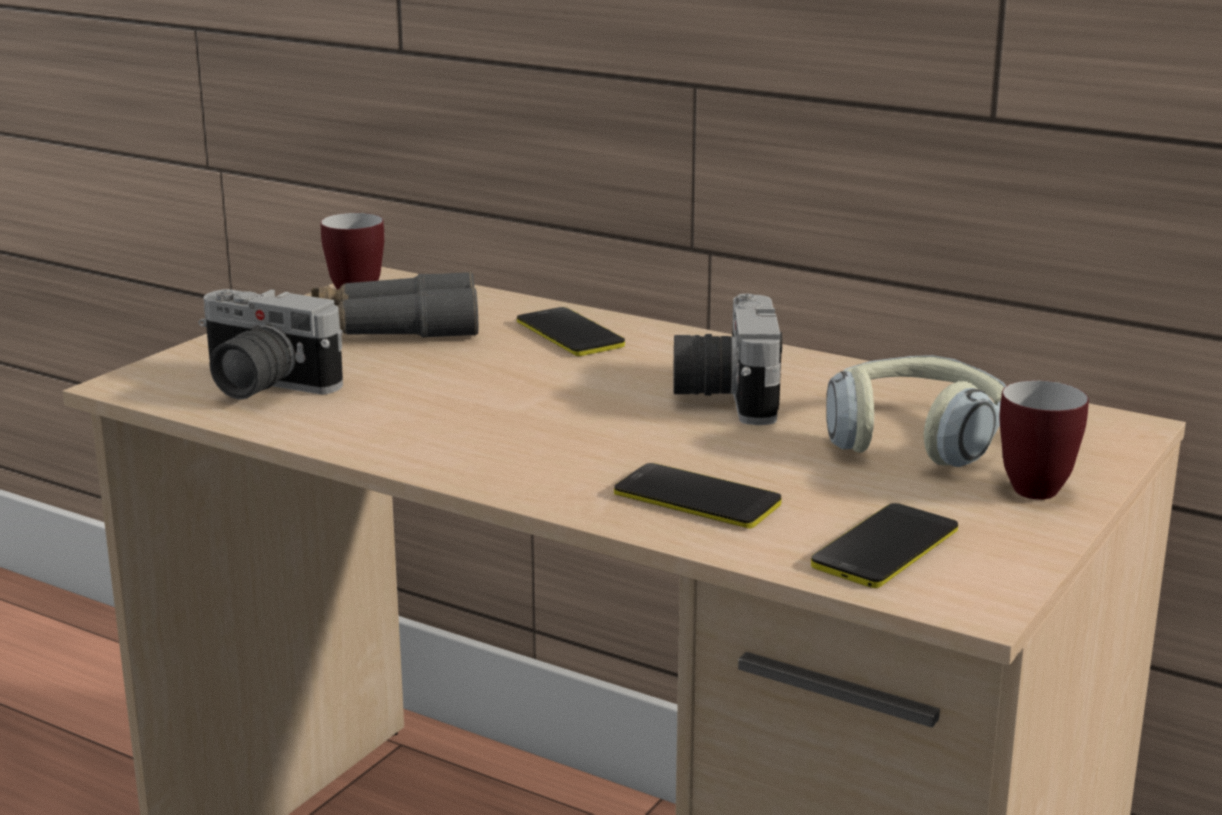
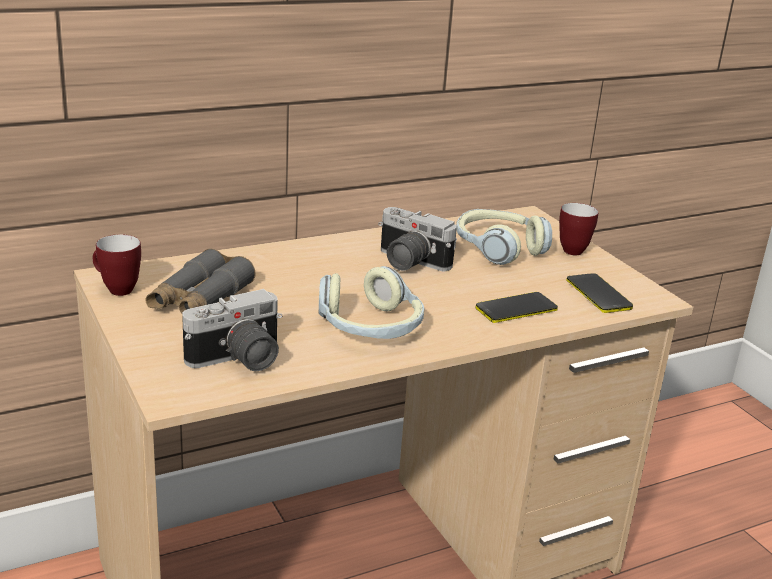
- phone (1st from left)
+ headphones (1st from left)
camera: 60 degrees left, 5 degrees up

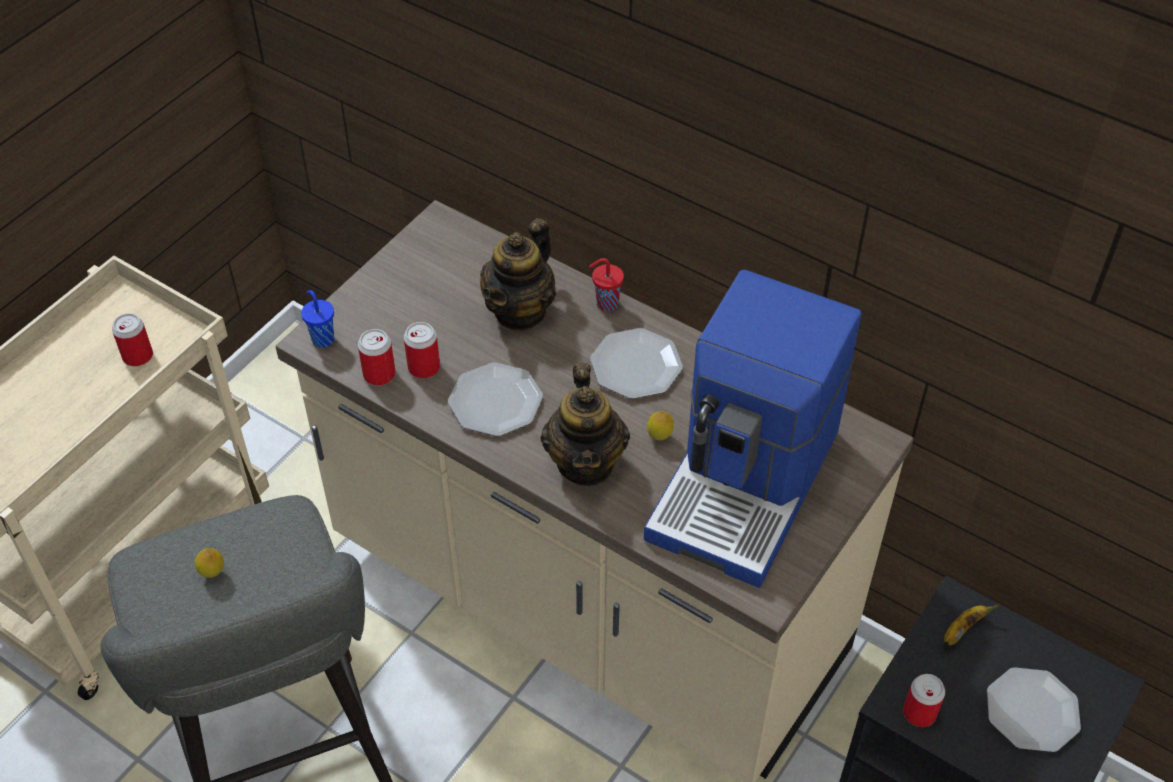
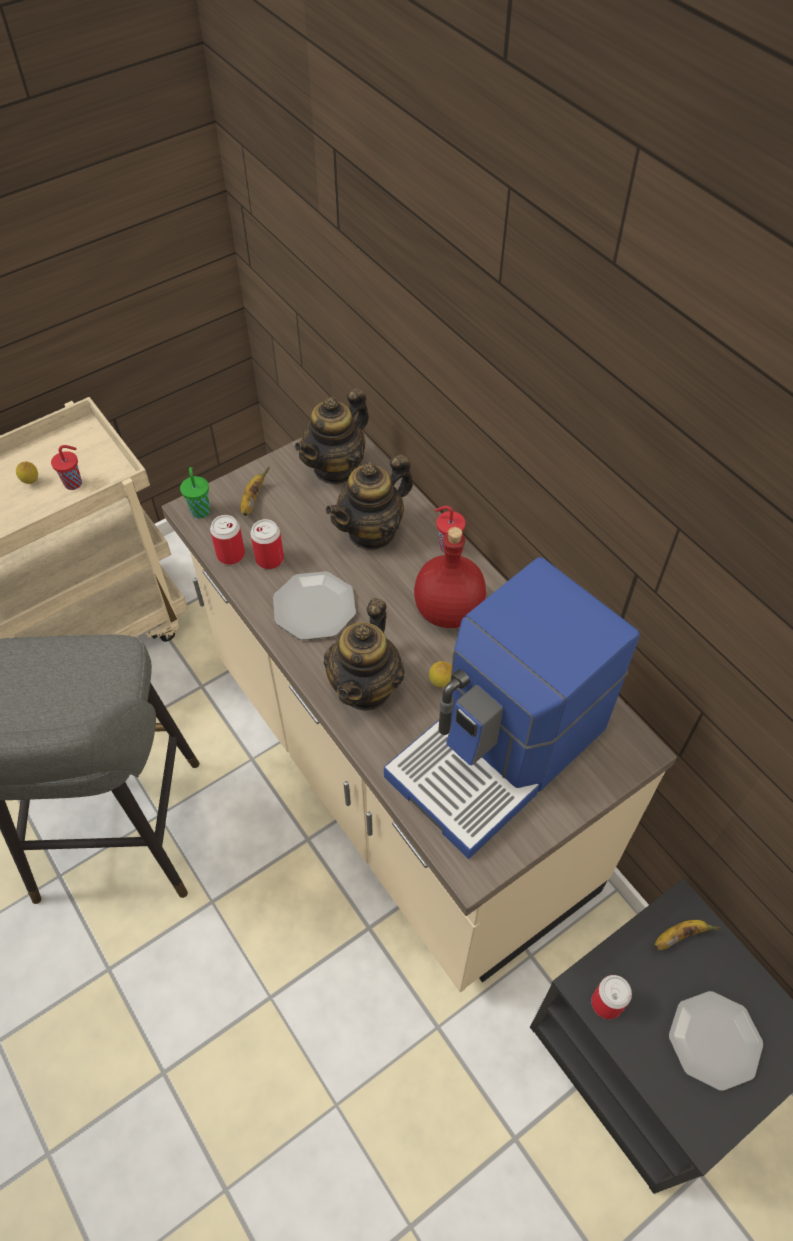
+ banana (1st from left)
+ teapot (1st from left)
~ lemon (1st from left)
~ can (1st from left) to red cup (1st from left)
~ plate (2nd from left) to red bottle
~ blue cup to green cup
camera: 20 degrees right, 5 degrees up

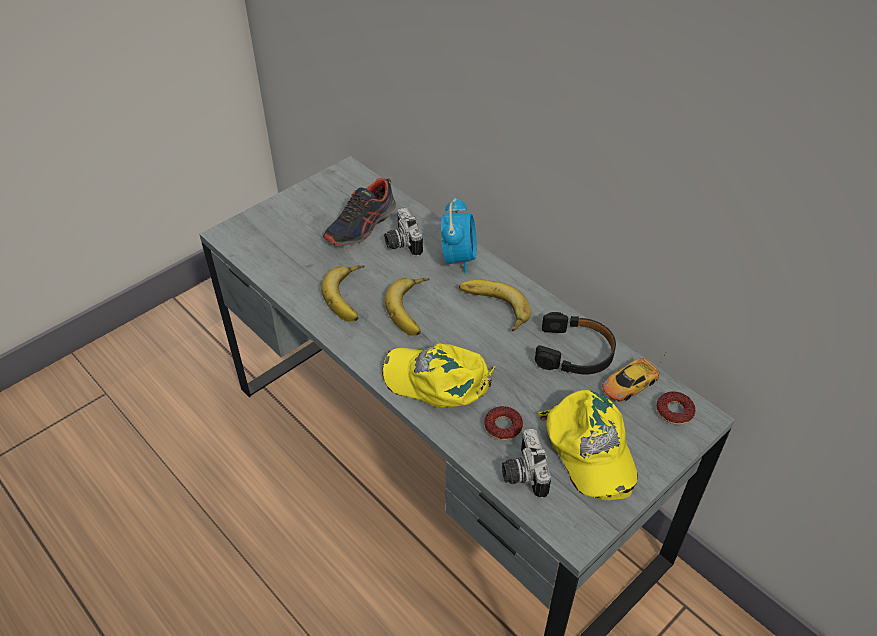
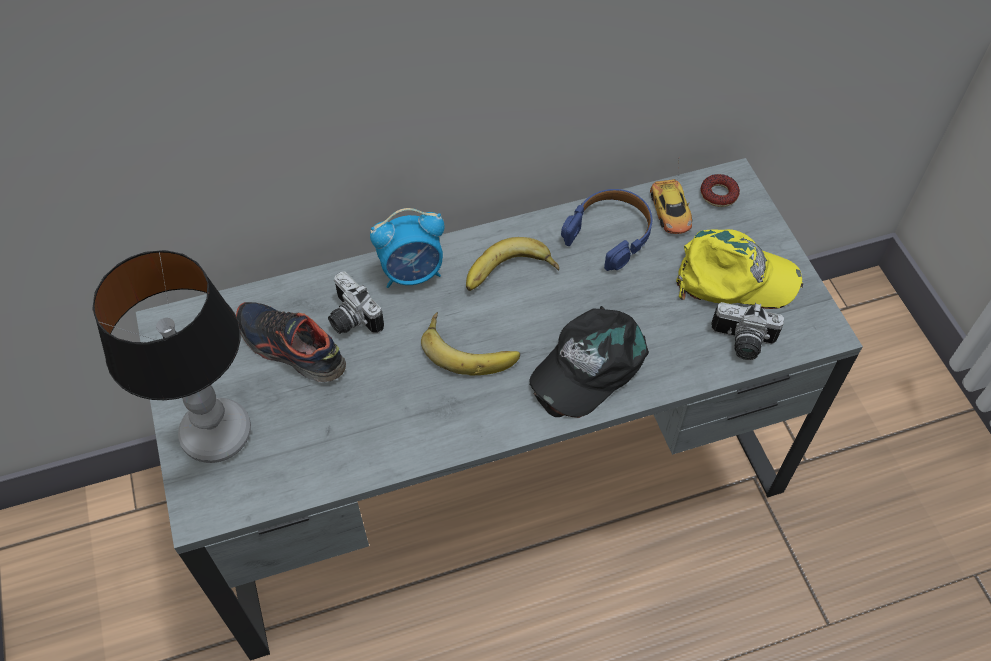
- banana (1st from left)
- donut (1st from left)
+ table lamp
~ yellow cap (1st from left) to black cap
~ black headphones to blue headphones
~ shoe 150 degrees clockwise
~ photo camera (1st from left) 45 degrees clockwise
~ alarm clock 135 degrees clockwise
camera: 65 degrees left, 10 degrees up

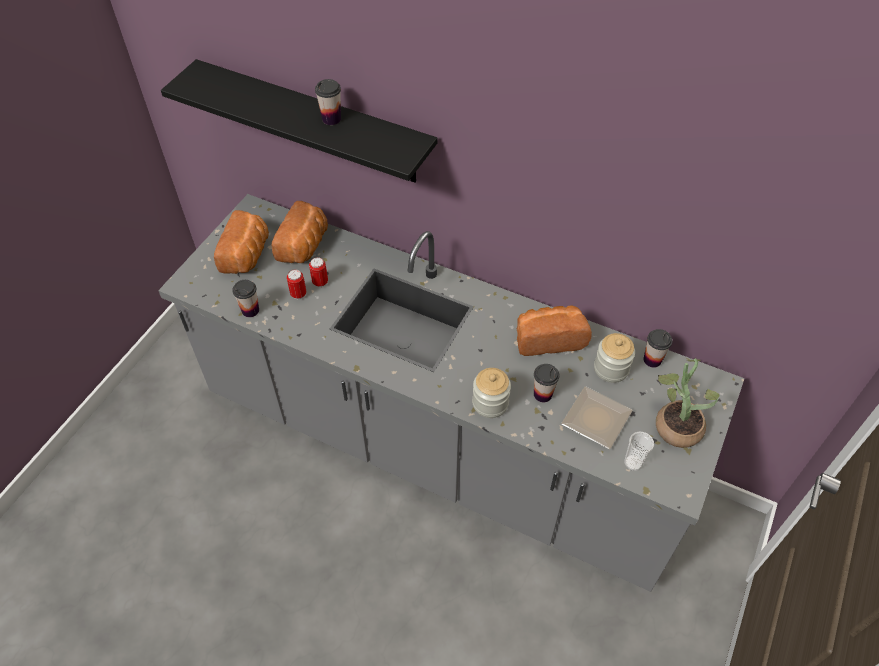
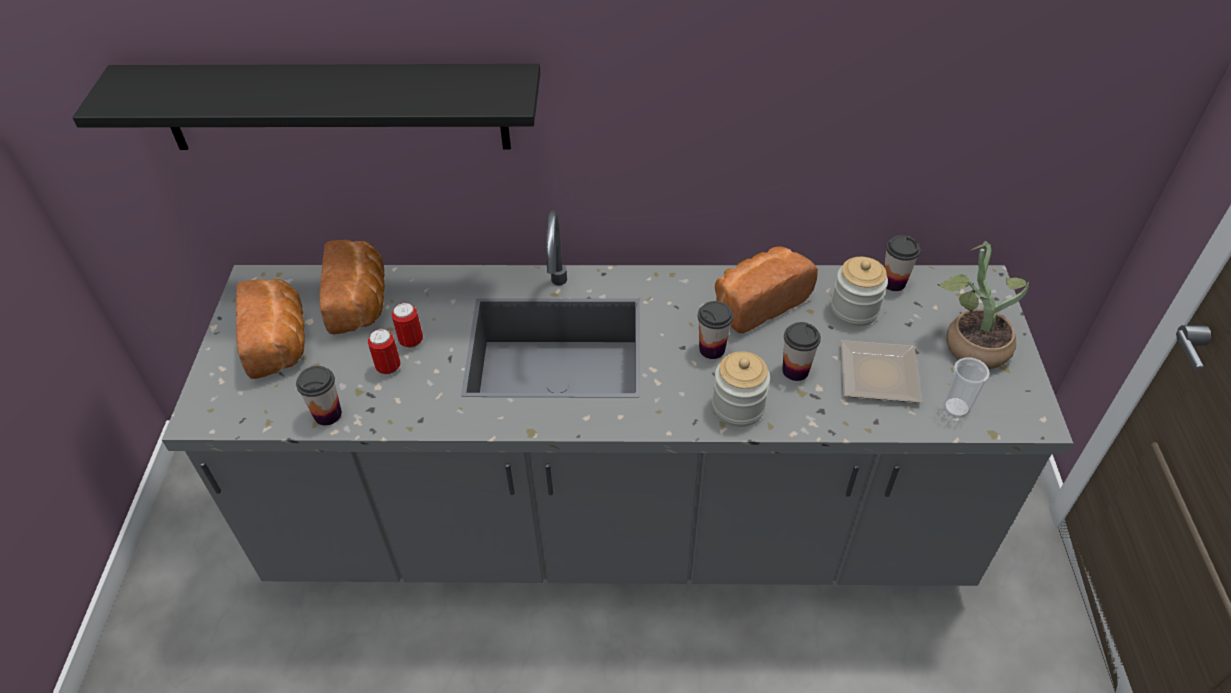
~ cup (2nd from left)
camera: 25 degrees left, 5 degrees down

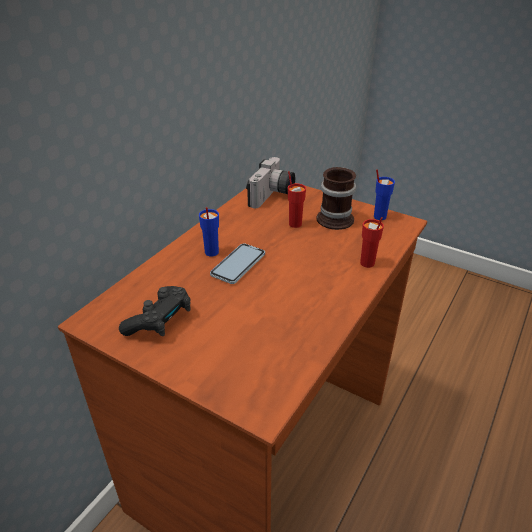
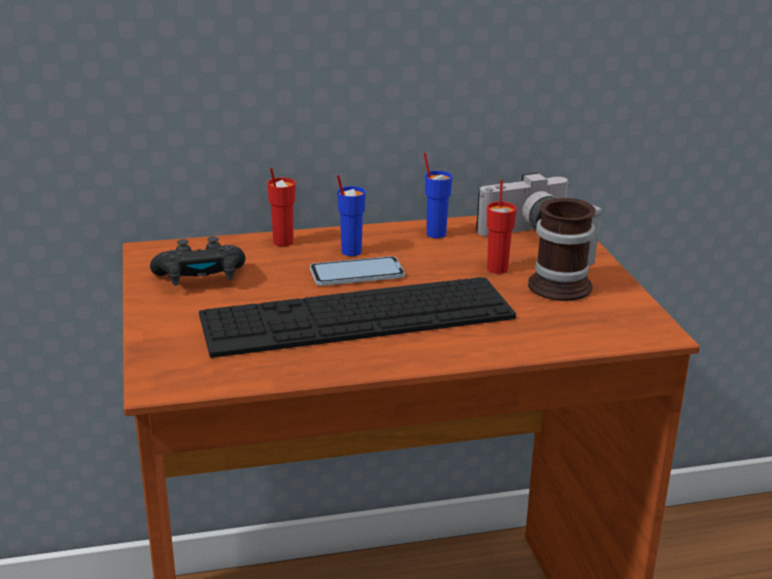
+ keyboard
~ red cup (2nd from left in the first image) to red cup (1st from left)
~ blue cup (2nd from left)
camera: 45 degrees right, 10 degrees down

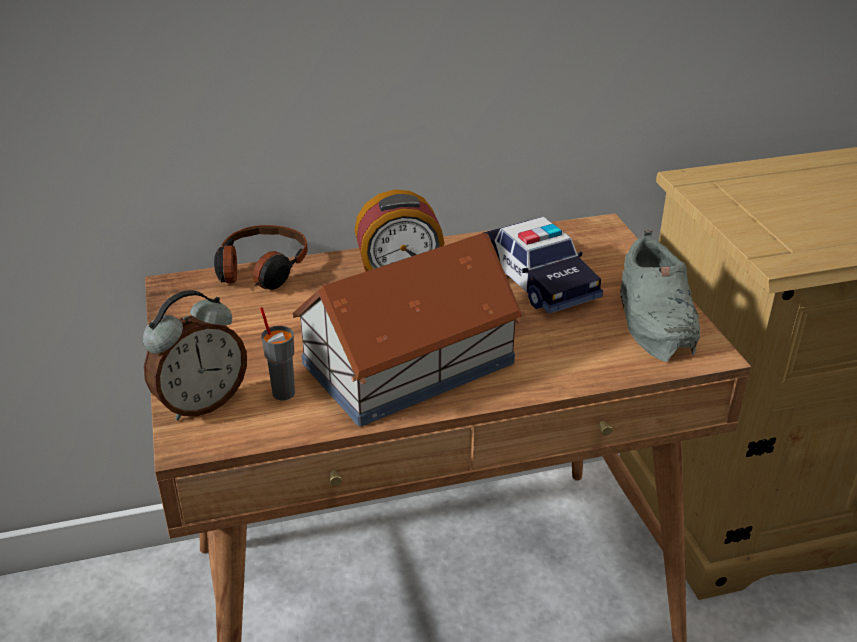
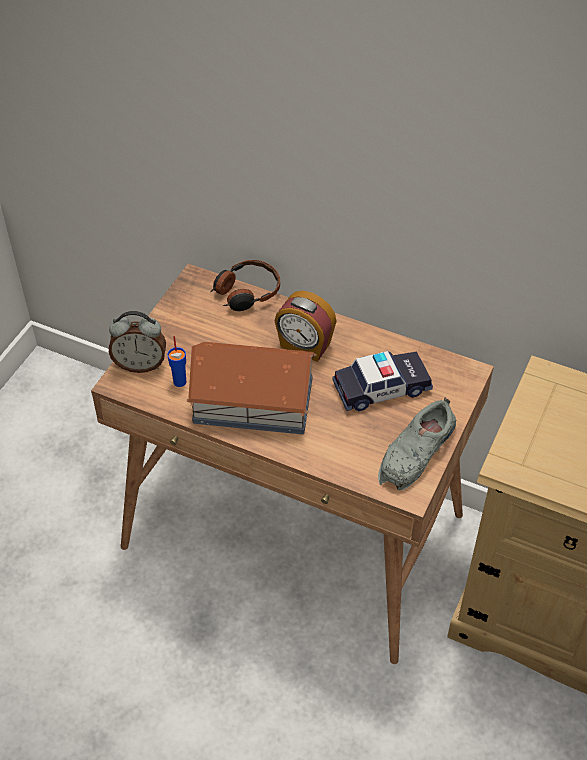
~ grey cup to blue cup
~ toy car 120 degrees counterclockwise
camera: 40 degrees right, 15 degrees up

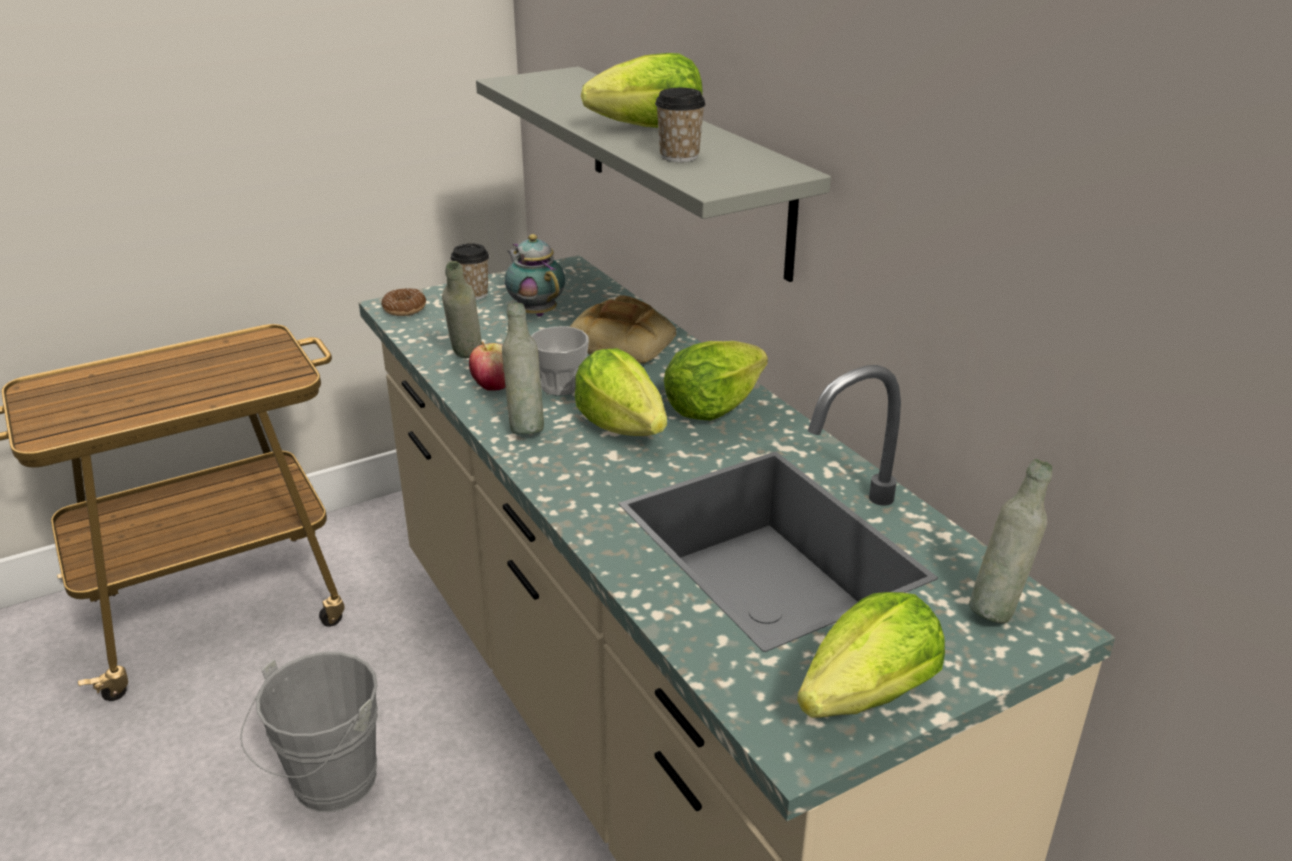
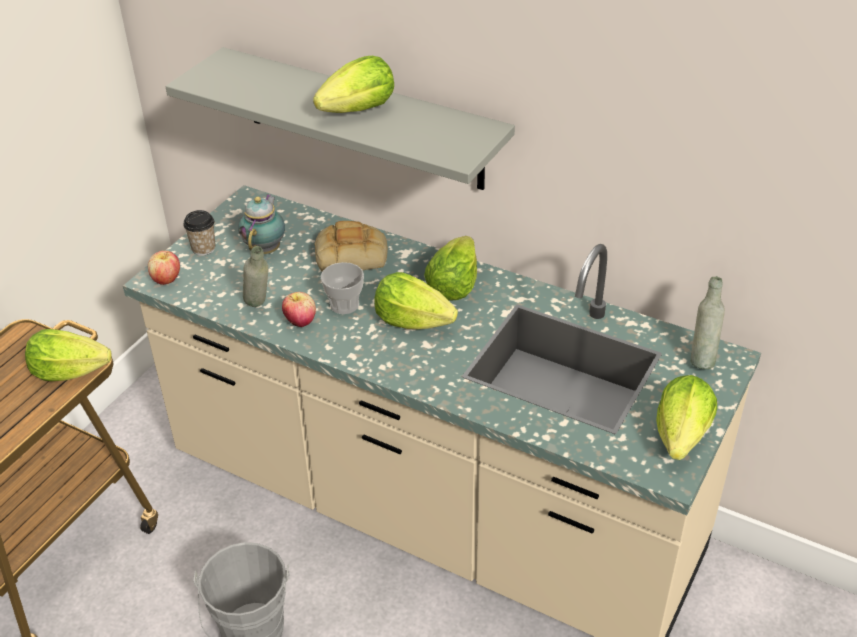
- grey bottle (2nd from left)
- cup (3rd from left)
+ lettuce (1st from left)
~ donut to apple (1st from left)
~ teapot 75 degrees clockwise
camera: 30 degrees left, 10 degrees up

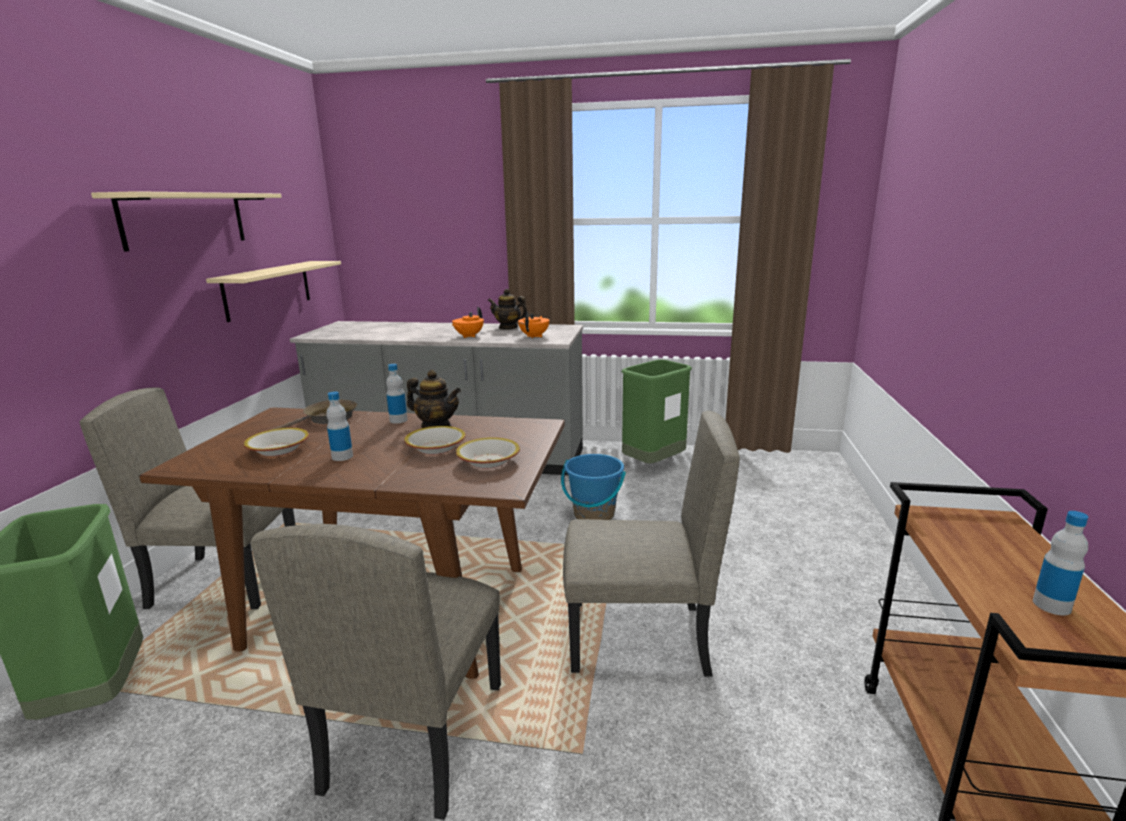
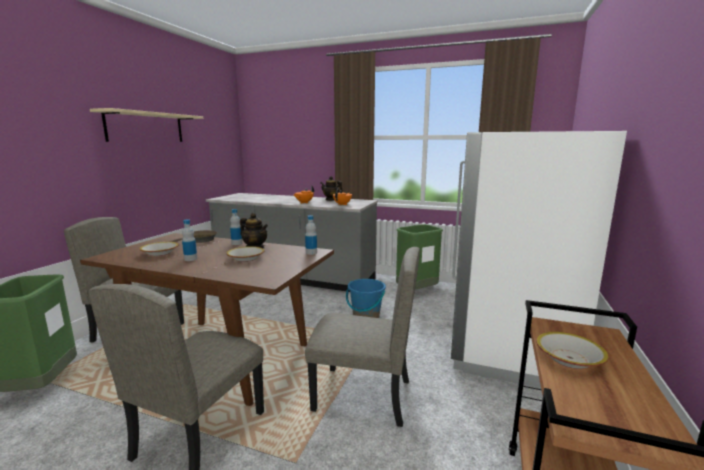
- beige shelf (2nd from left)
+ white fridge
~ bowl (3rd from left)
~ bottle (3rd from left)
camera: 10 degrees right, 5 degrees down

